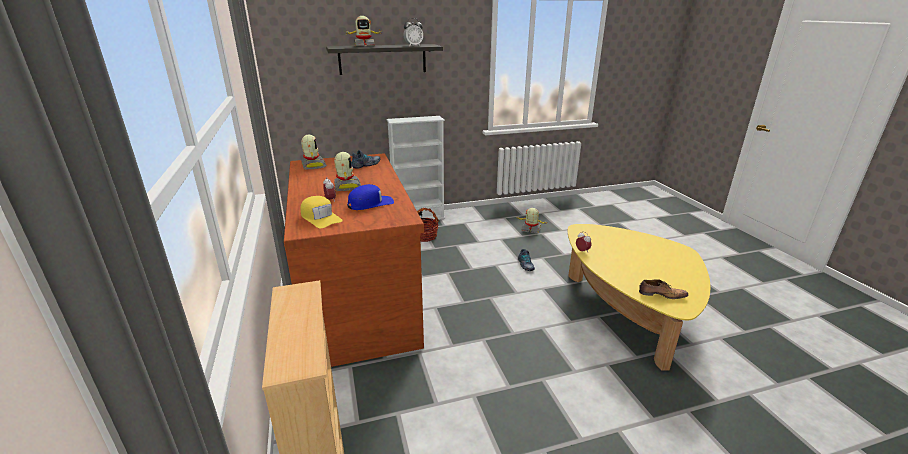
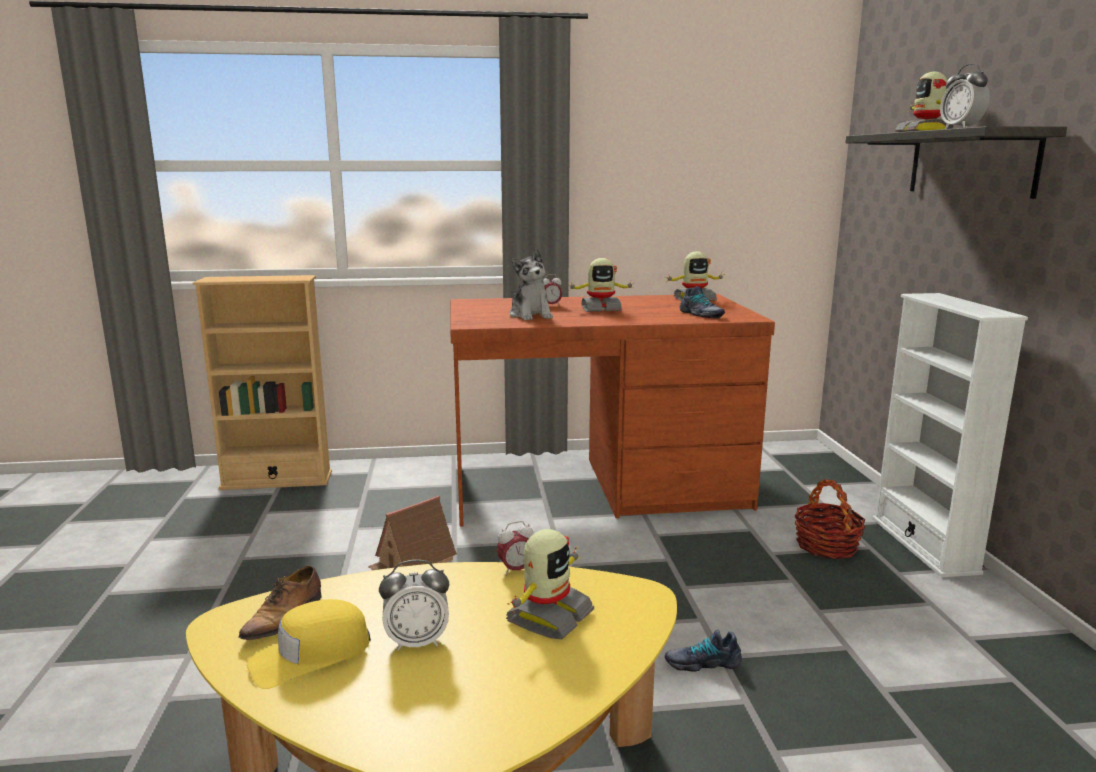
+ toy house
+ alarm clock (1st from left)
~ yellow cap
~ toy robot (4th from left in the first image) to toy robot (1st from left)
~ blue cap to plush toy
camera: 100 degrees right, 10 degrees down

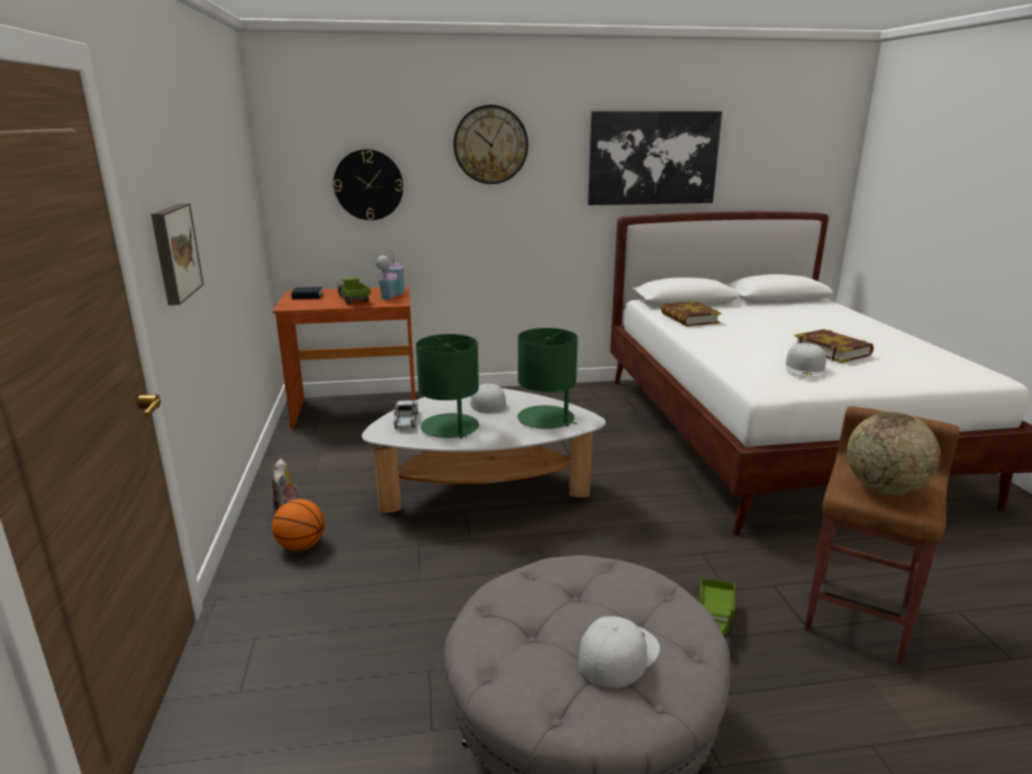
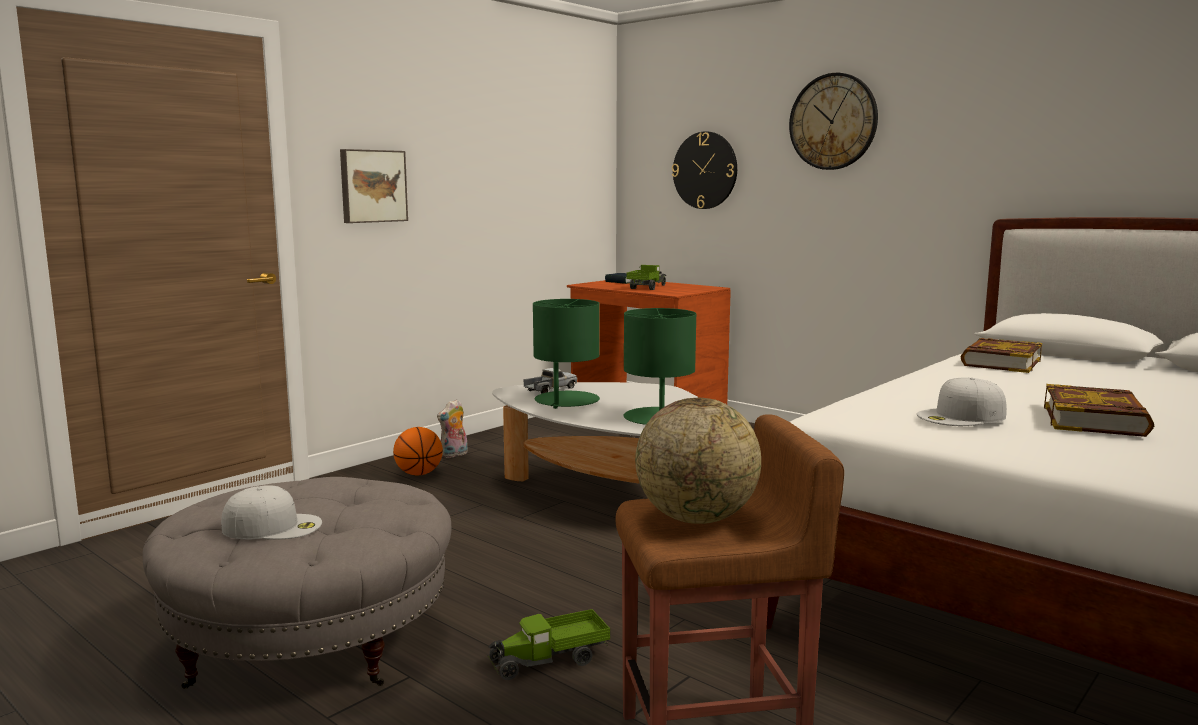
- toy house
- white cap (1st from left)
- picture (2nd from left)
camera: 50 degrees right, 10 degrees down

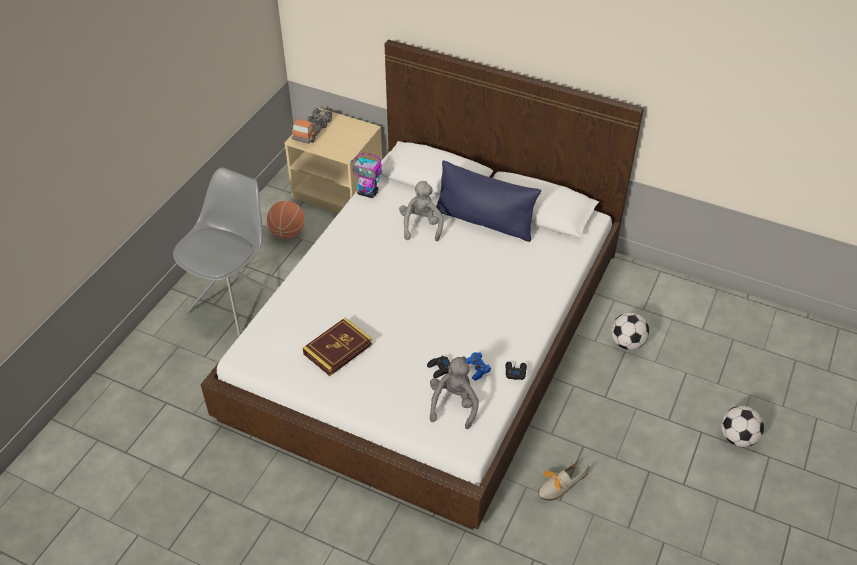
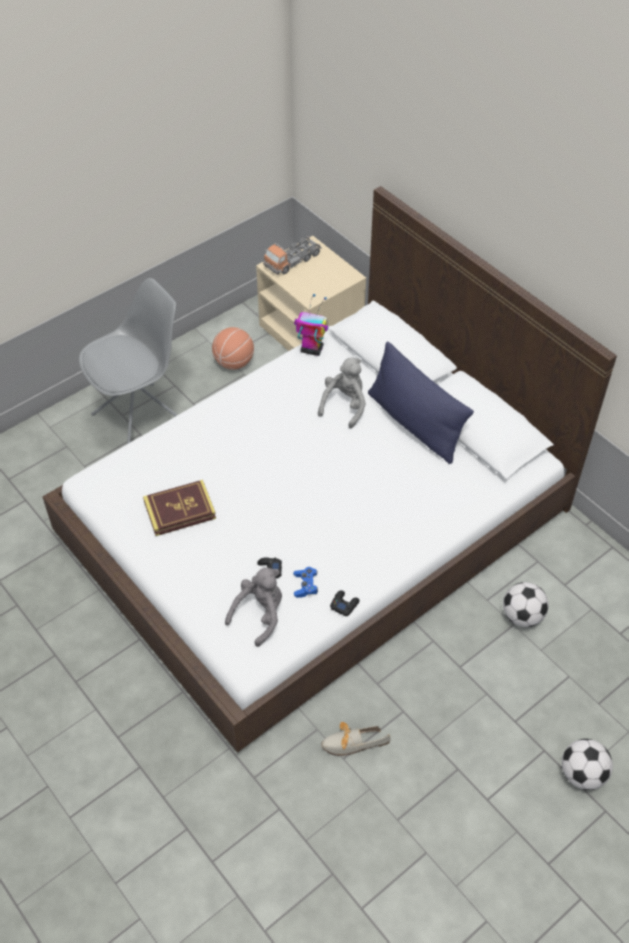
~ toy robot 150 degrees clockwise
camera: 25 degrees right, 5 degrees up

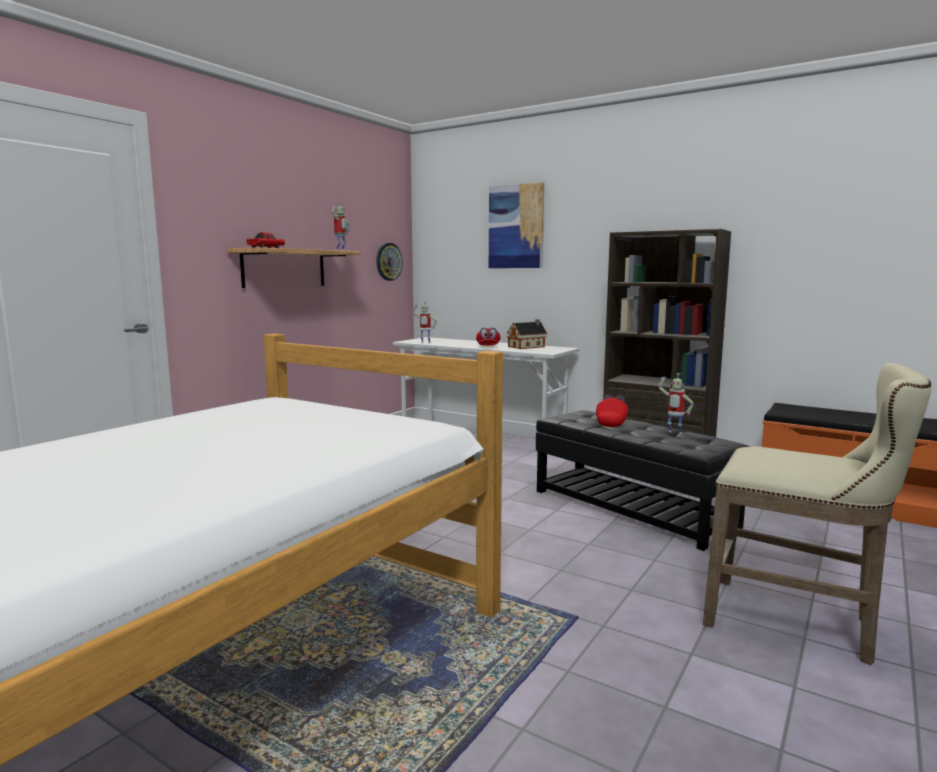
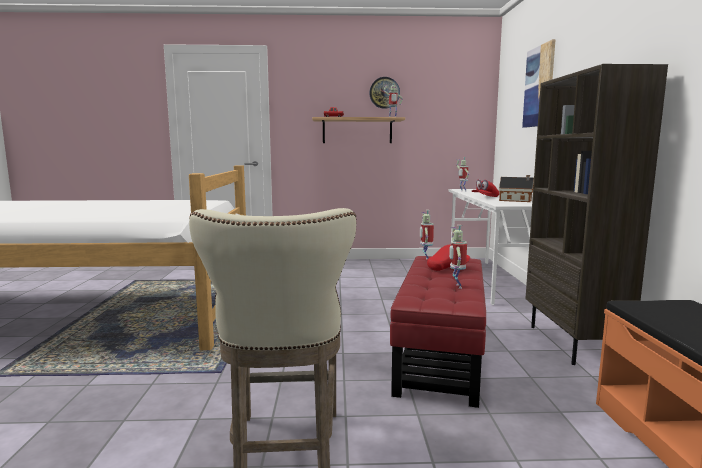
+ toy robot (2nd from left)
~ wall clock
~ black ottoman to red ottoman
camera: 55 degrees right, 0 degrees up

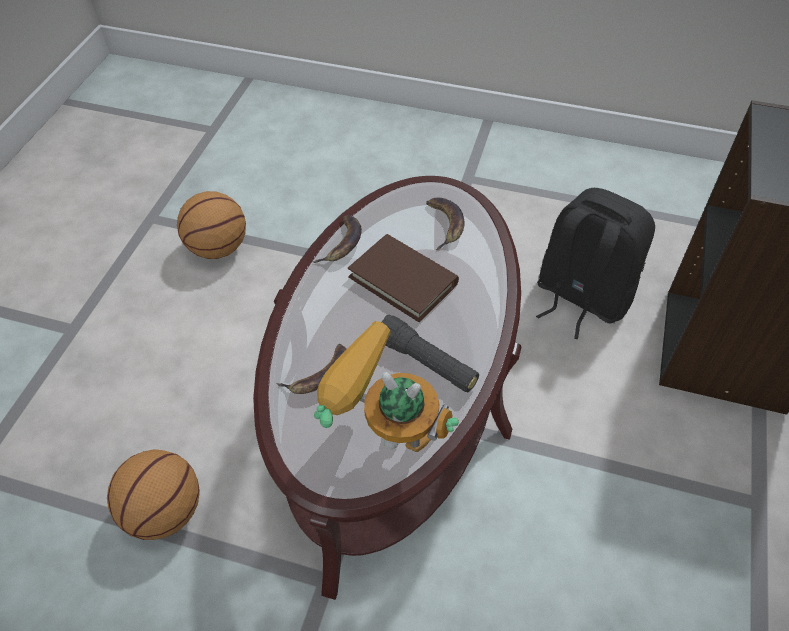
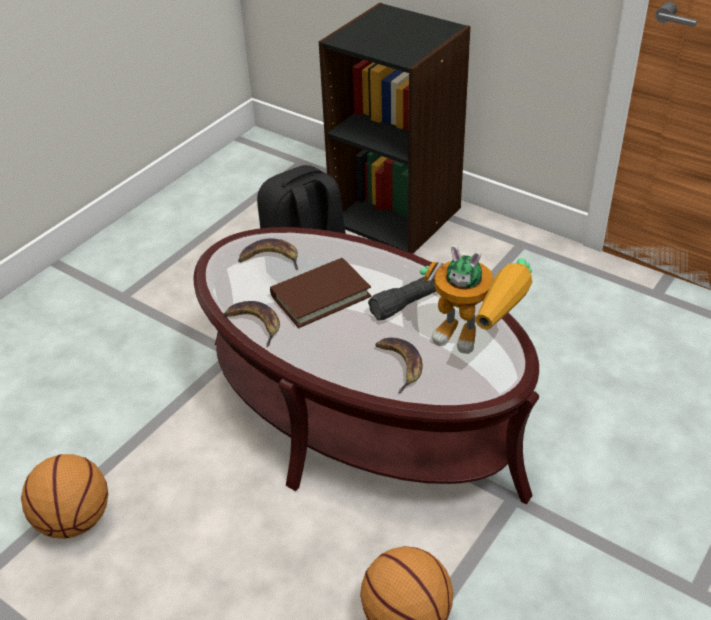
~ toy robot 105 degrees counterclockwise
camera: 70 degrees left, 10 degrees down

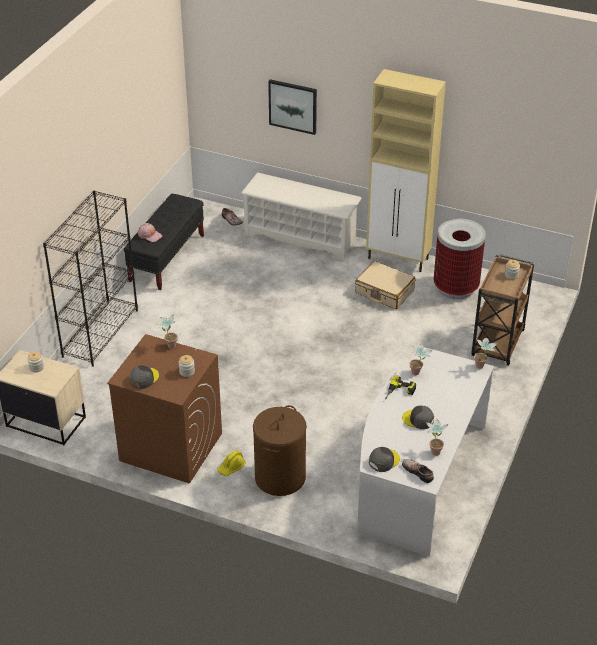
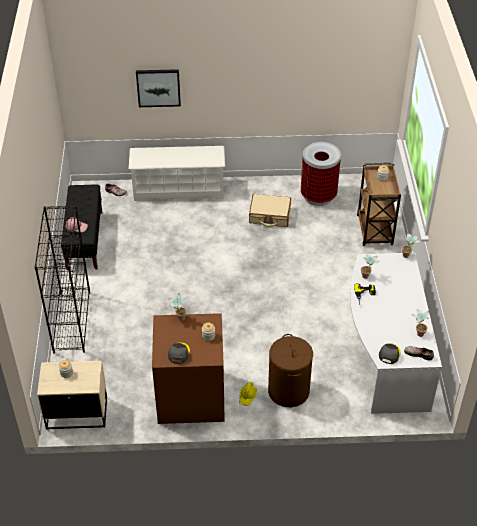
- beige cabinet
- grey cap (3rd from left)
camera: 25 degrees left, 5 degrees up

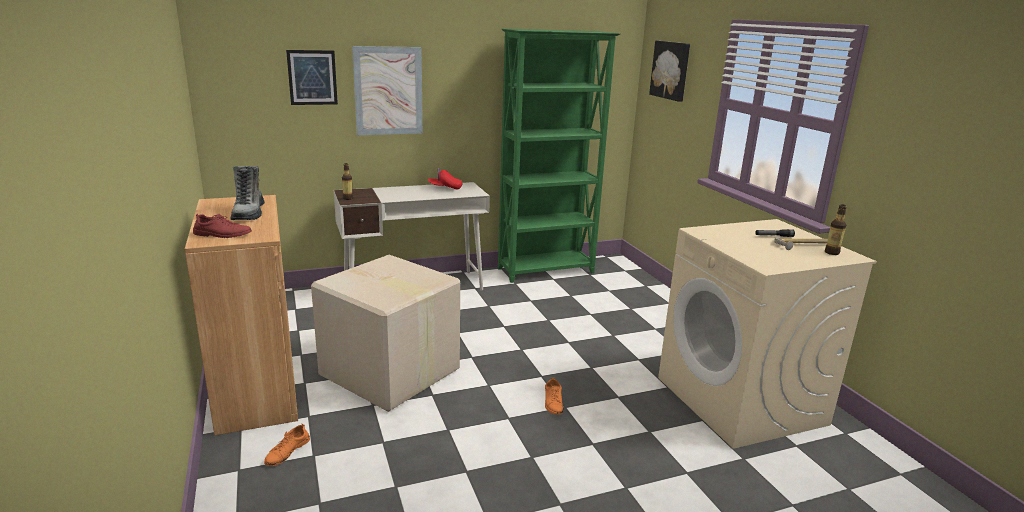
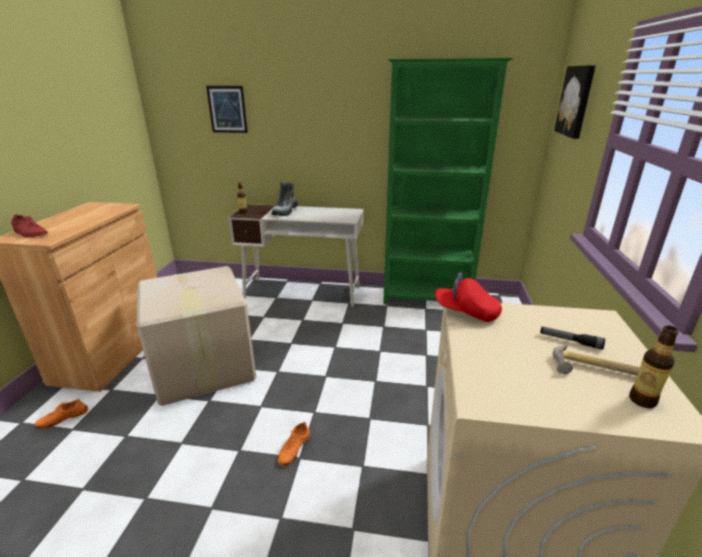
- picture (2nd from left)
~ boot
~ red cap
camera: 30 degrees right, 5 degrees up

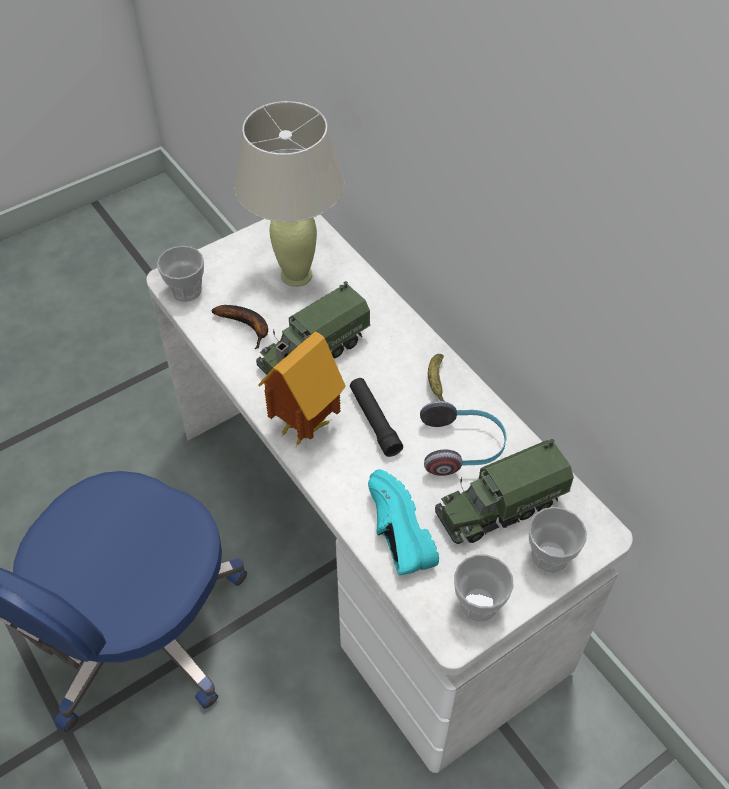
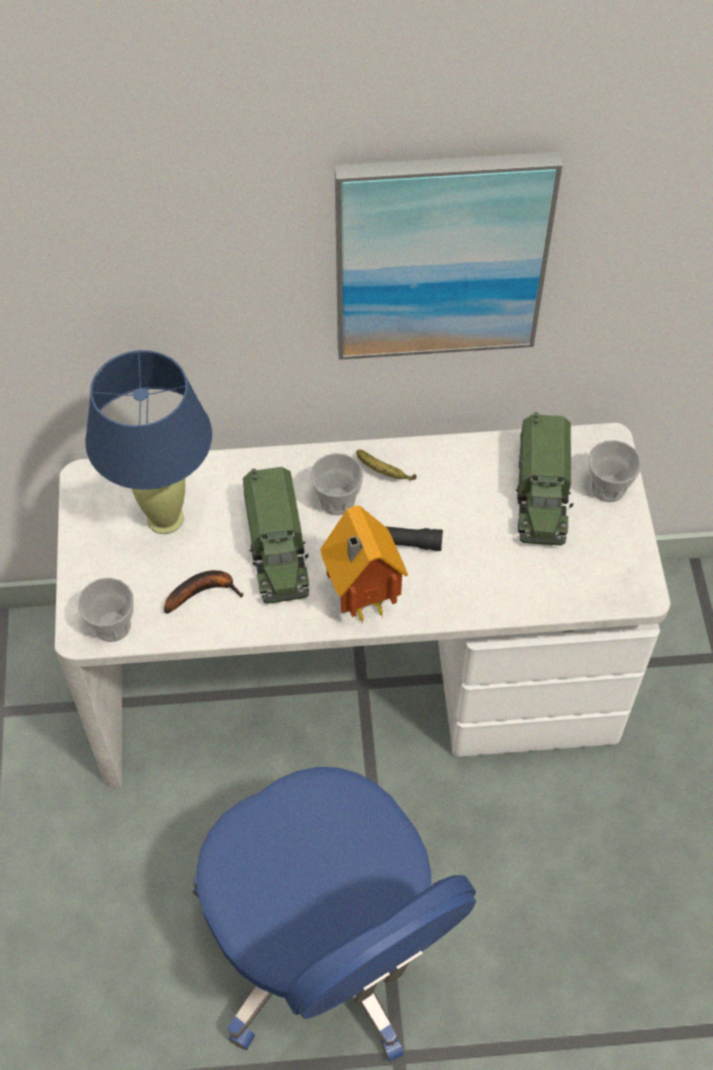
- turquoise shoe
- headphones
+ picture
~ cup (2nd from left)
~ beige table lamp to blue table lamp
camera: 60 degrees left, 5 degrees up

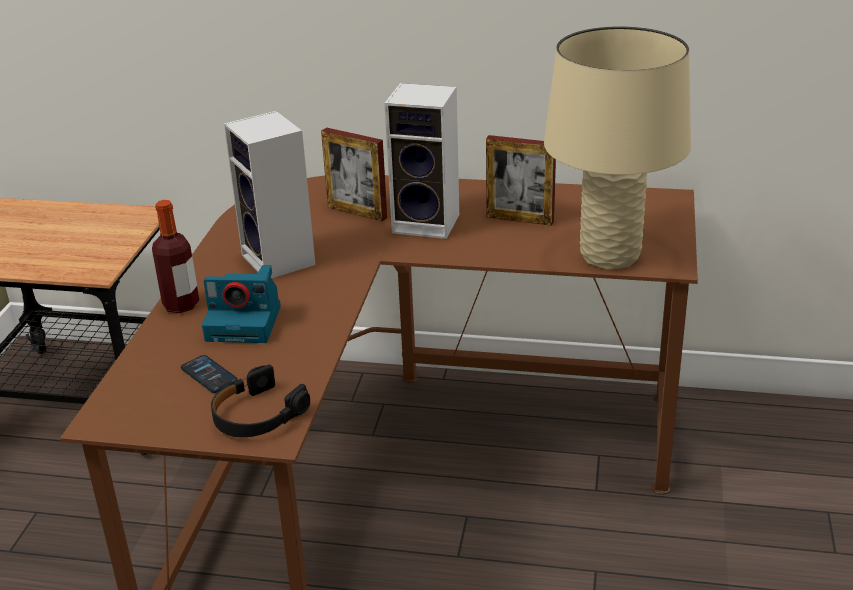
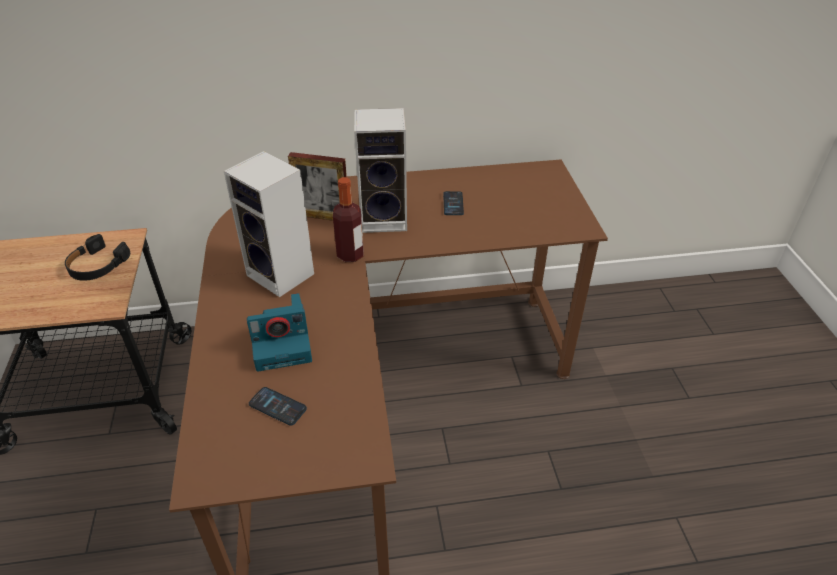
- beige table lamp
~ bottle
~ black headphones
~ picture frame (2nd from left) to phone (2nd from left)
camera: 20 degrees left, 10 degrees up

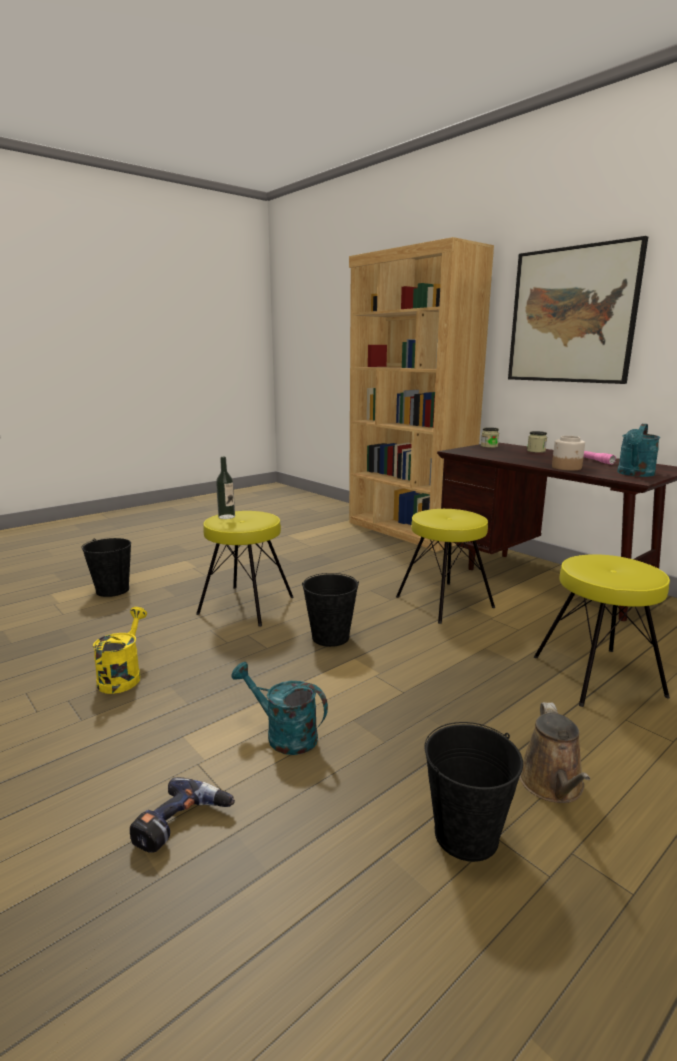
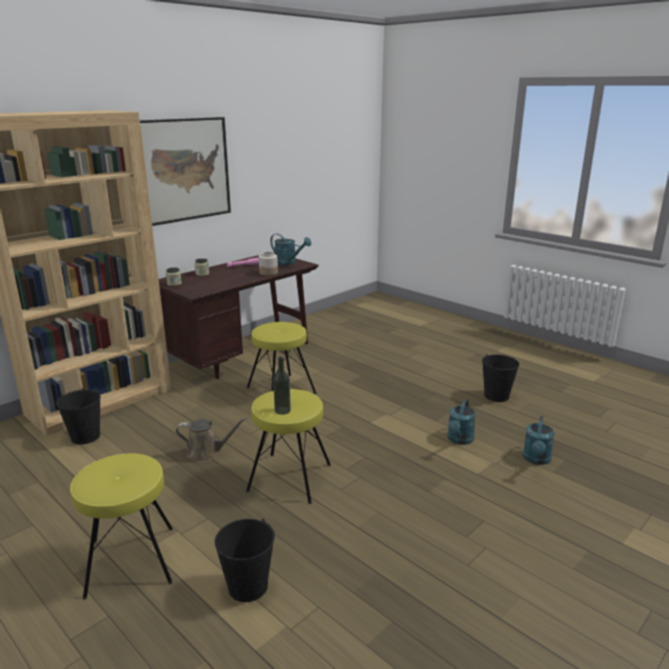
- yellow watering can
~ black bucket (2nd from left in the first image) to black bucket (1st from left)
~ brown watering can
~ yellow stool (3rd from left in the first image) to yellow stool (1st from left)
~ power drill to turquoise watering can (3rd from left)
camera: 95 degrees left, 5 degrees up

